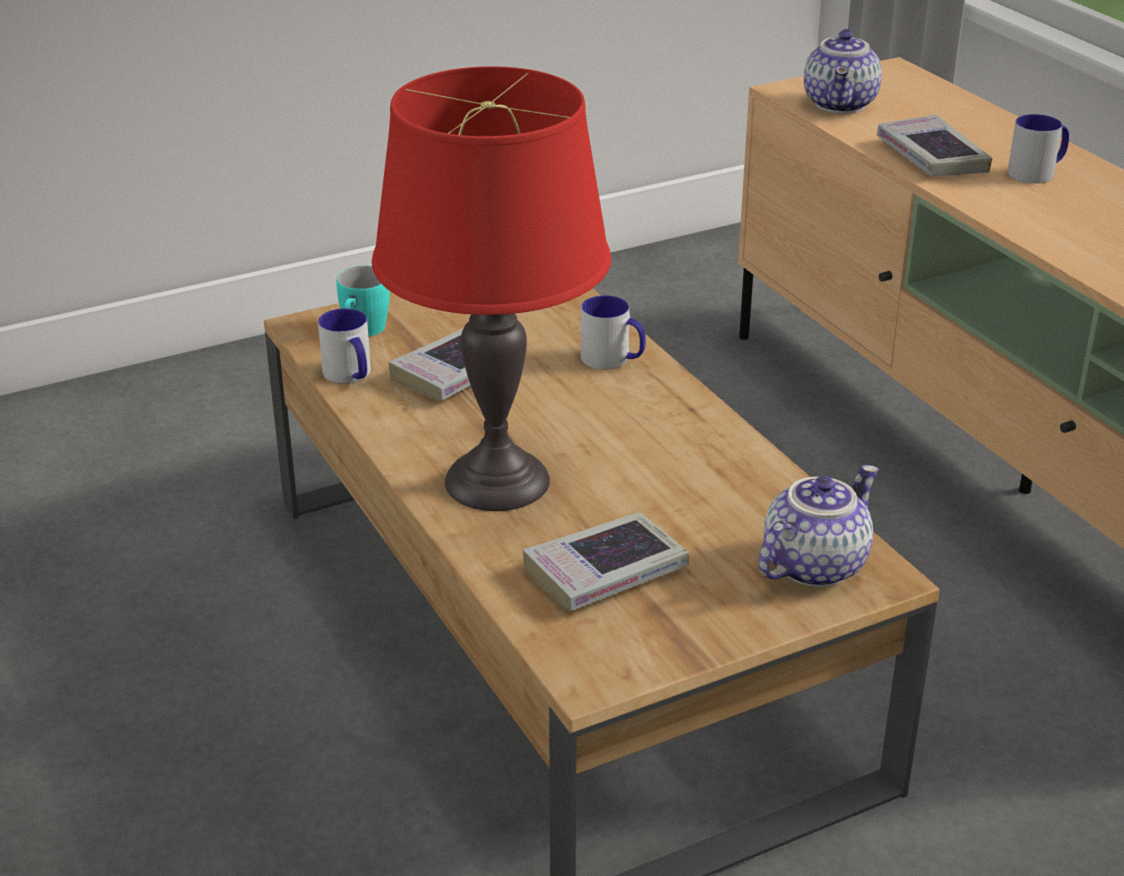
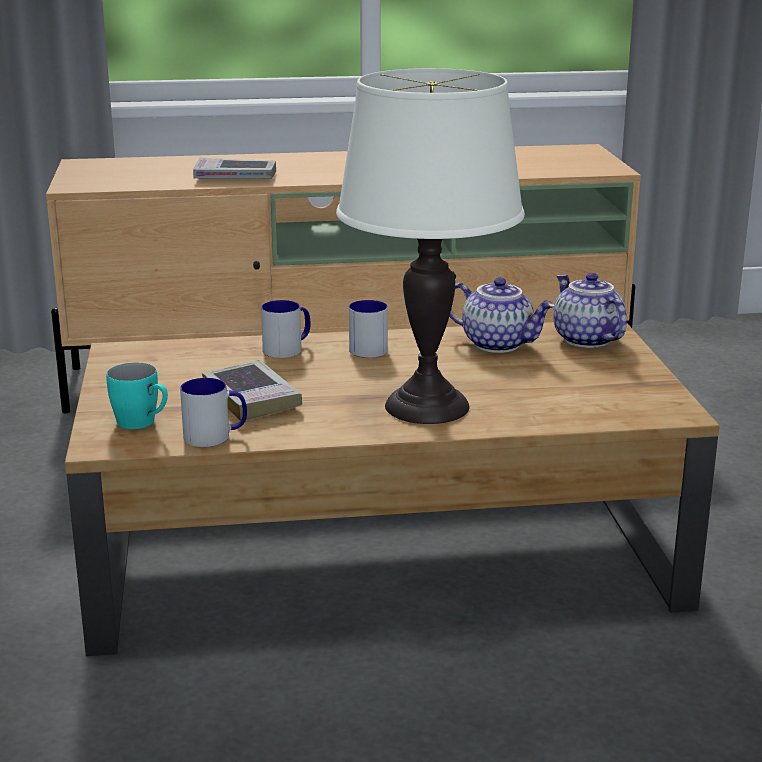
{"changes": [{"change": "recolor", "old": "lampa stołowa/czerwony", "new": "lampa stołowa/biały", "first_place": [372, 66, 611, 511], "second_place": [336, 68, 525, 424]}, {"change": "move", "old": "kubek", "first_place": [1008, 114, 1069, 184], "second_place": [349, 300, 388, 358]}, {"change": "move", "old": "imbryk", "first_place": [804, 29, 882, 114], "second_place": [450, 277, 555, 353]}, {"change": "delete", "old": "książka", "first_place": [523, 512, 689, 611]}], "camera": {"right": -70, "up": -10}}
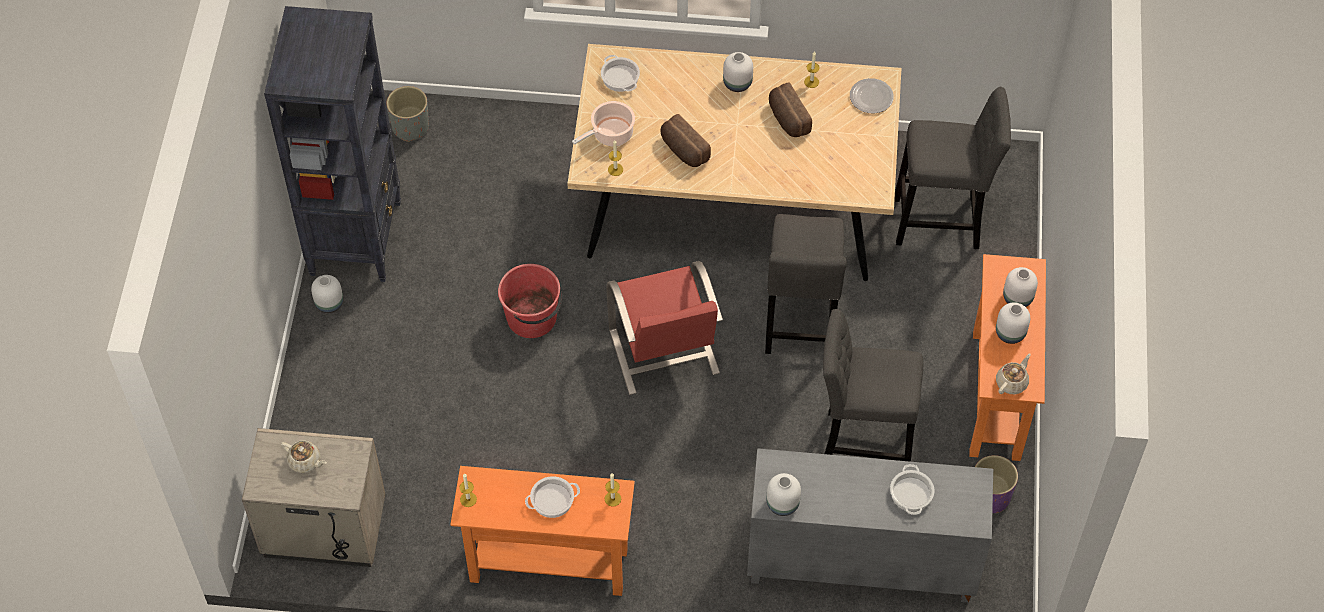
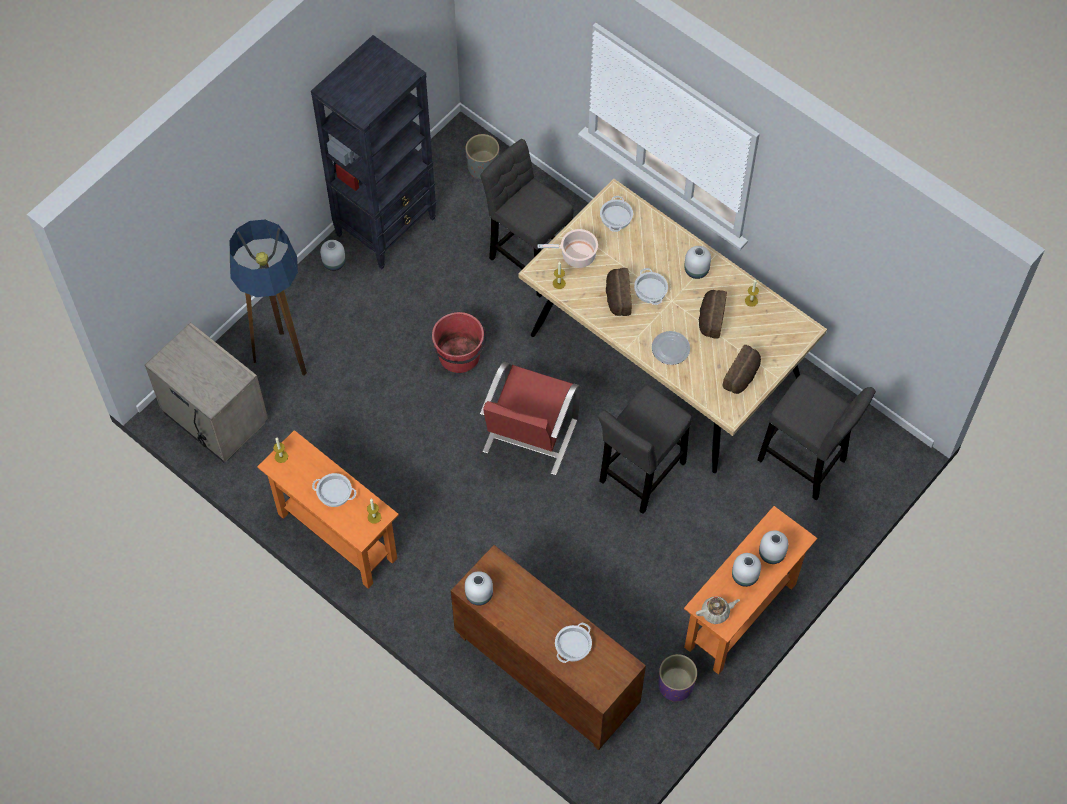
{"changes": [{"change": "insert", "new": "lampa stojąca", "second_place": [230, 220, 307, 376]}, {"change": "recolor", "old": "szafka/szary", "new": "szafka/brązowy", "first_place": [747, 448, 993, 603], "second_place": [451, 545, 646, 750]}, {"change": "move", "old": "stołek/szary", "first_place": [823, 309, 923, 462], "second_place": [480, 139, 573, 297]}, {"change": "insert", "new": "garnek", "second_place": [634, 268, 668, 305]}, {"change": "move", "old": "talerz", "first_place": [850, 78, 894, 114], "second_place": [652, 331, 690, 365]}, {"change": "insert", "new": "chleb", "second_place": [722, 345, 761, 394]}, {"change": "delete", "old": "imbryk/beżowy", "first_place": [281, 440, 327, 473]}], "camera": {"right": 35, "up": 5}}
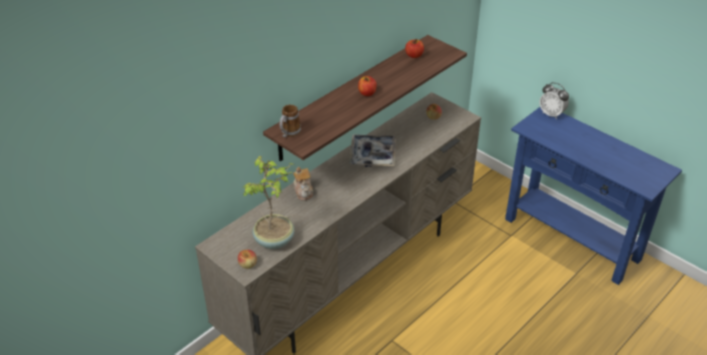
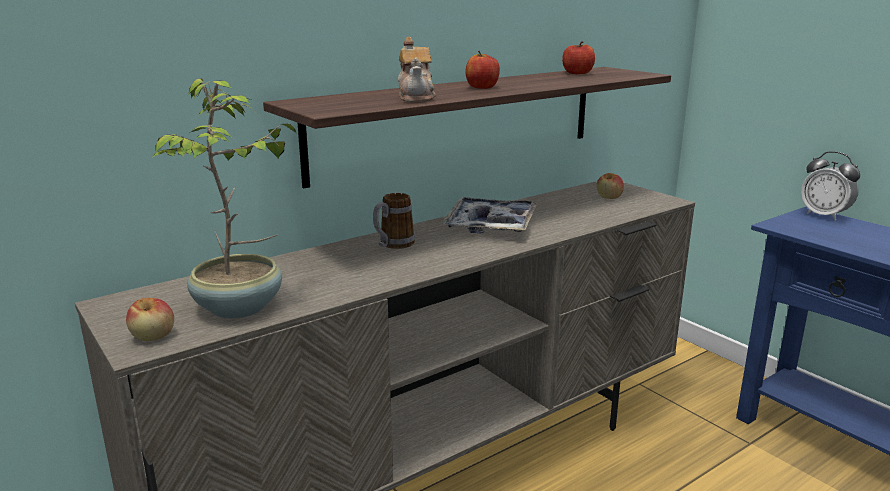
{"changes": [{"change": "move", "old": "kubek", "first_place": [280, 104, 301, 137], "second_place": [373, 193, 415, 249]}, {"change": "move", "old": "imbryk", "first_place": [293, 167, 313, 200], "second_place": [398, 37, 436, 102]}], "camera": {"right": 10, "up": -20}}
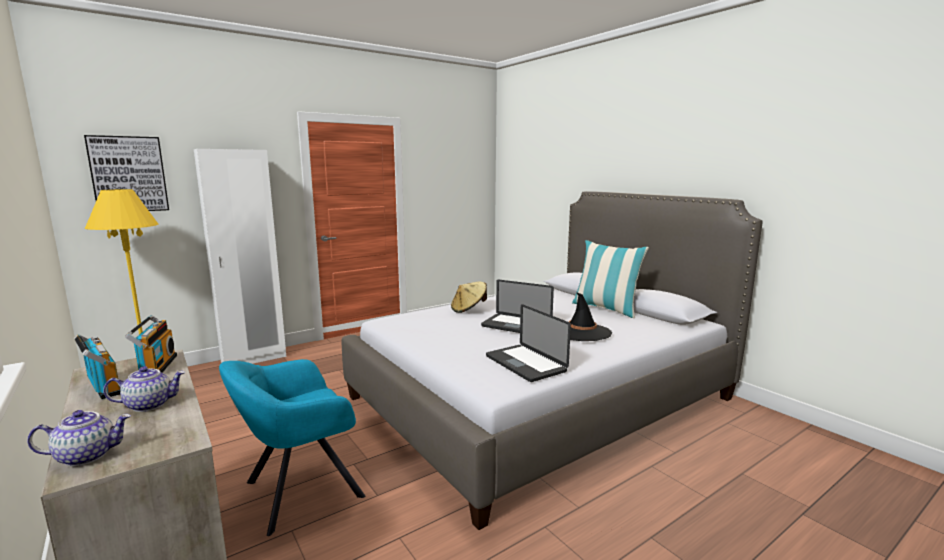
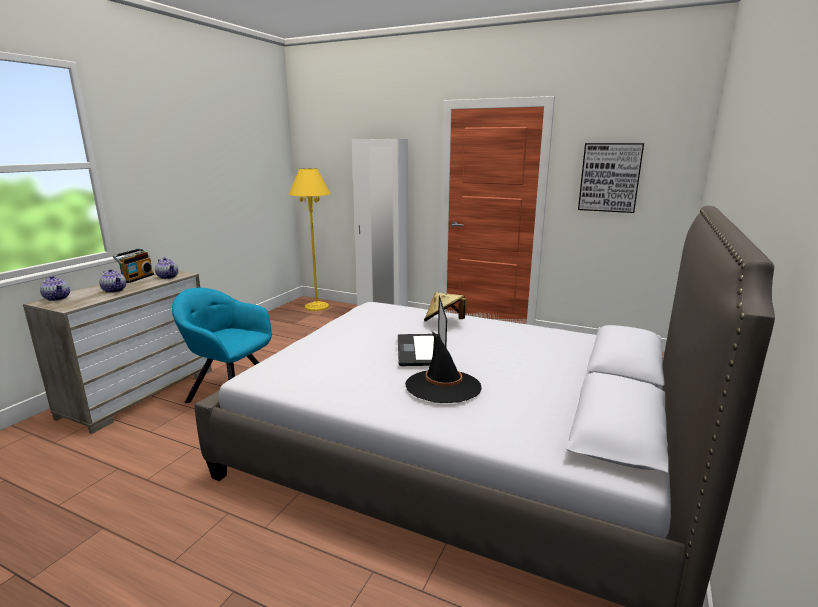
{"changes": [{"change": "replace", "old": "radio", "new": "imbryk", "first_place": [125, 315, 177, 373], "second_place": [155, 257, 178, 279]}, {"change": "move", "old": "obraz", "first_place": [84, 135, 169, 211], "second_place": [578, 143, 644, 213]}, {"change": "delete", "old": "laptop", "first_place": [486, 304, 571, 382]}, {"change": "delete", "old": "poduszka", "first_place": [572, 240, 649, 318]}], "camera": {"right": 60, "up": 5}}
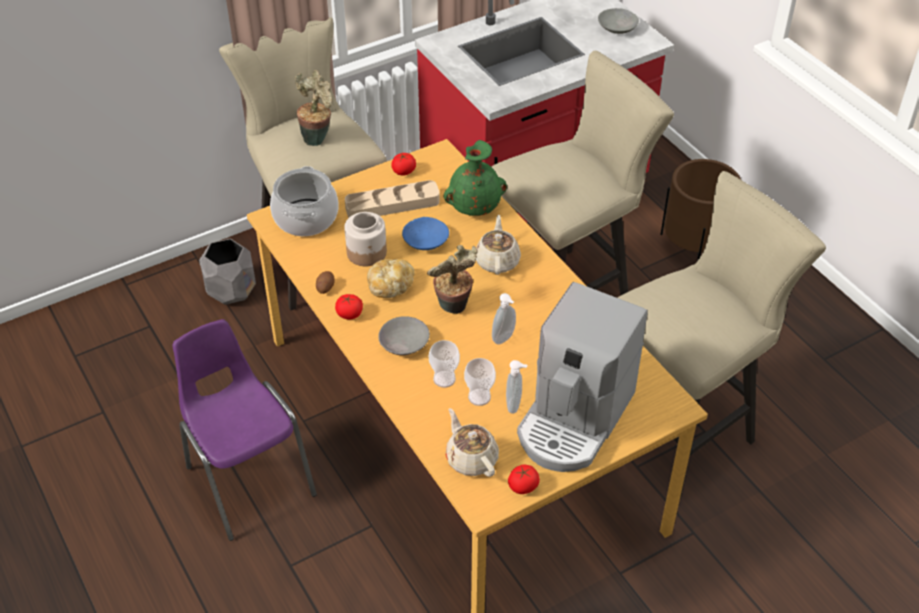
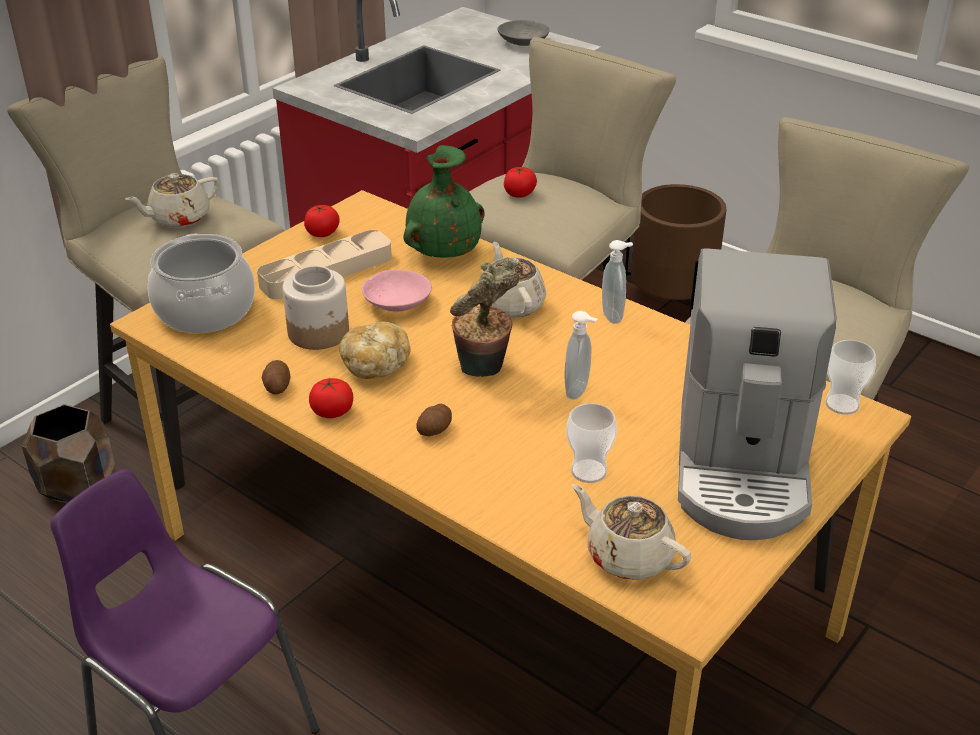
{"changes": [{"change": "recolor", "old": "donica/szary", "new": "donica/brązowy", "first_place": [199, 238, 256, 305], "second_place": [22, 404, 115, 503]}, {"change": "replace", "old": "roślina doniczkowa", "new": "imbryk/beżowy", "first_place": [295, 70, 333, 146], "second_place": [125, 173, 219, 228]}, {"change": "recolor", "old": "miska/niebieski", "new": "miska/różowy", "first_place": [402, 217, 449, 250], "second_place": [362, 270, 432, 311]}, {"change": "replace", "old": "miska/szary", "new": "ziemniak", "first_place": [378, 316, 430, 355], "second_place": [416, 404, 452, 436]}, {"change": "move", "old": "pomidor", "first_place": [508, 465, 540, 494], "second_place": [504, 167, 537, 198]}, {"change": "move", "old": "dozownik mydła", "first_place": [506, 360, 527, 414], "second_place": [602, 240, 633, 324]}, {"change": "move", "old": "filiżanka", "first_place": [429, 340, 460, 388], "second_place": [825, 340, 876, 415]}], "camera": {"right": -20, "up": -10}}
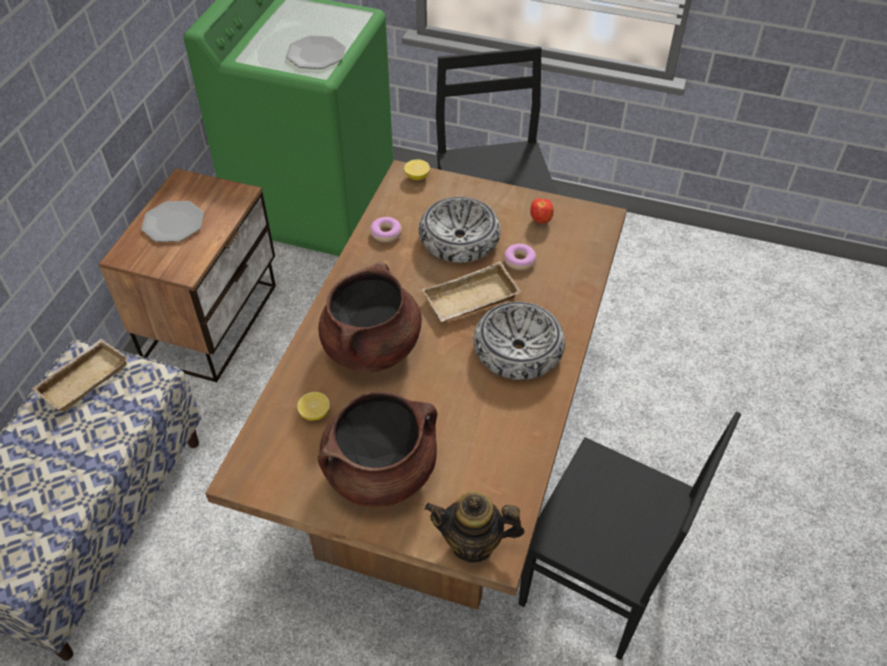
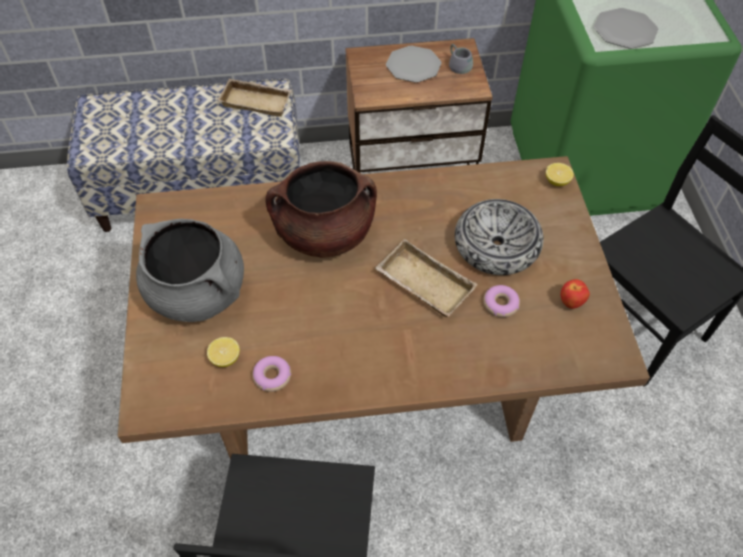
{"changes": [{"change": "recolor", "old": "garnek/brązowy", "new": "garnek/szary", "first_place": [318, 392, 438, 507], "second_place": [136, 219, 244, 322]}, {"change": "move", "old": "cytryna", "first_place": [297, 392, 330, 421], "second_place": [207, 337, 240, 367]}, {"change": "move", "old": "donut", "first_place": [370, 217, 402, 242], "second_place": [252, 356, 292, 392]}, {"change": "insert", "new": "kubek/szary", "second_place": [449, 44, 473, 74]}, {"change": "delete", "old": "imbryk", "first_place": [425, 491, 525, 563]}, {"change": "delete", "old": "miska", "first_place": [473, 302, 565, 380]}], "camera": {"right": 65, "up": 5}}
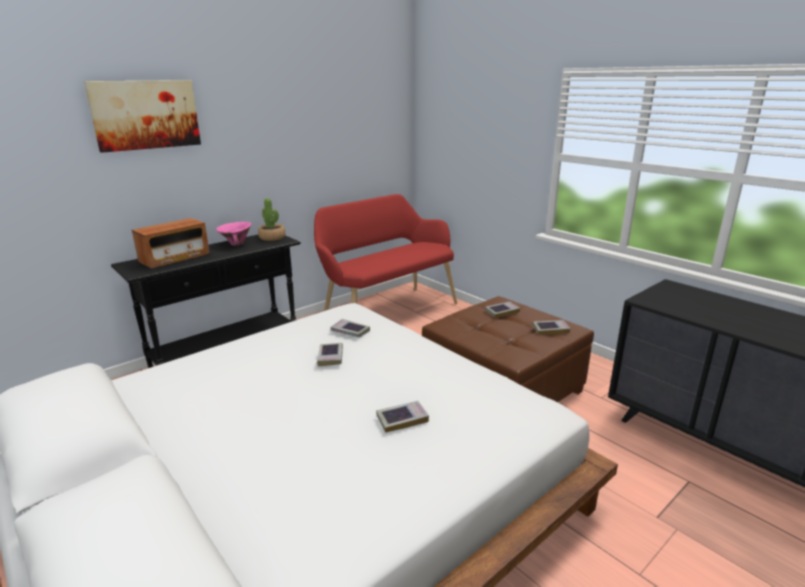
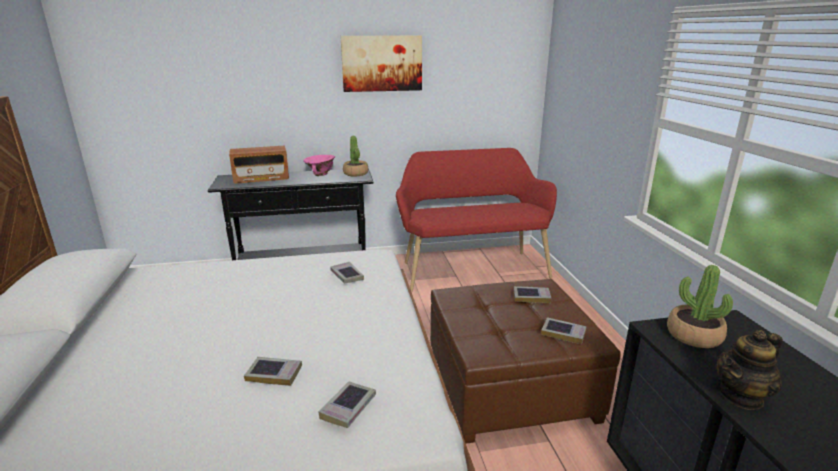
{"changes": [{"change": "move", "old": "książka", "first_place": [317, 343, 343, 366], "second_place": [318, 382, 376, 428]}, {"change": "move", "old": "obraz", "first_place": [84, 80, 201, 153], "second_place": [340, 36, 422, 92]}, {"change": "insert", "new": "roślina doniczkowa", "second_place": [667, 265, 733, 348]}, {"change": "insert", "new": "imbryk", "second_place": [717, 330, 783, 410]}], "camera": {"right": 30, "up": 0}}
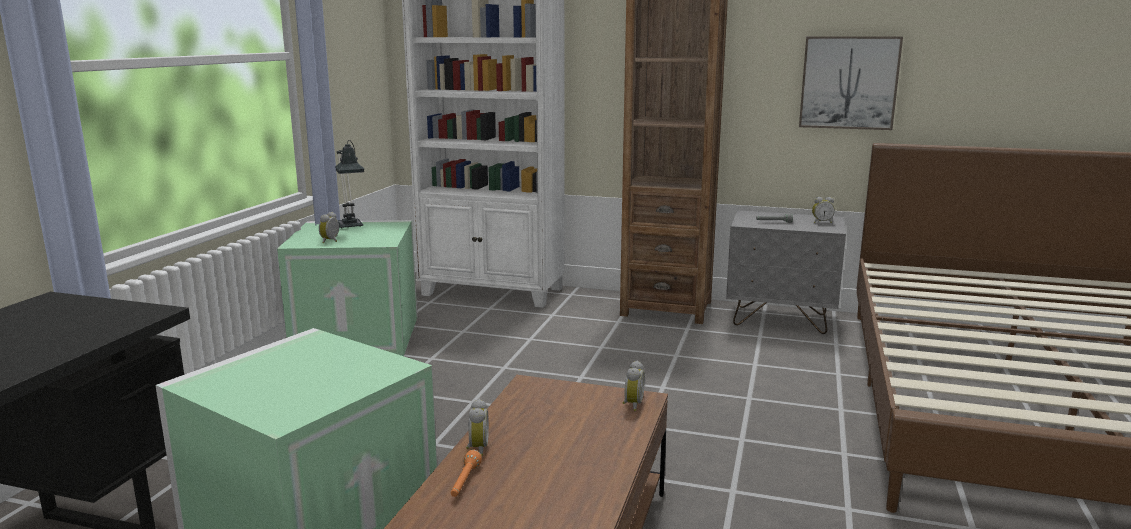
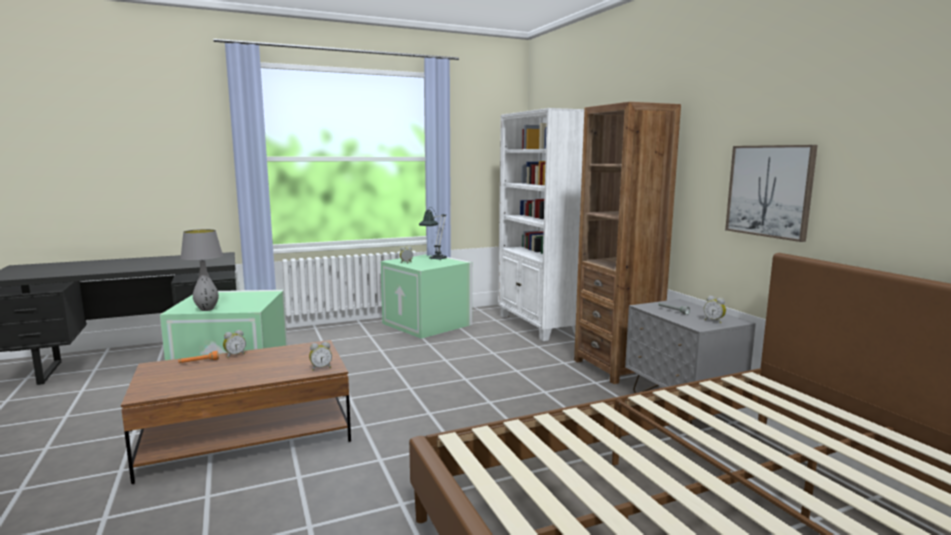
{"changes": [{"change": "insert", "new": "lampa stołowa/szary", "second_place": [180, 229, 223, 311]}], "camera": {"right": 50, "up": -5}}
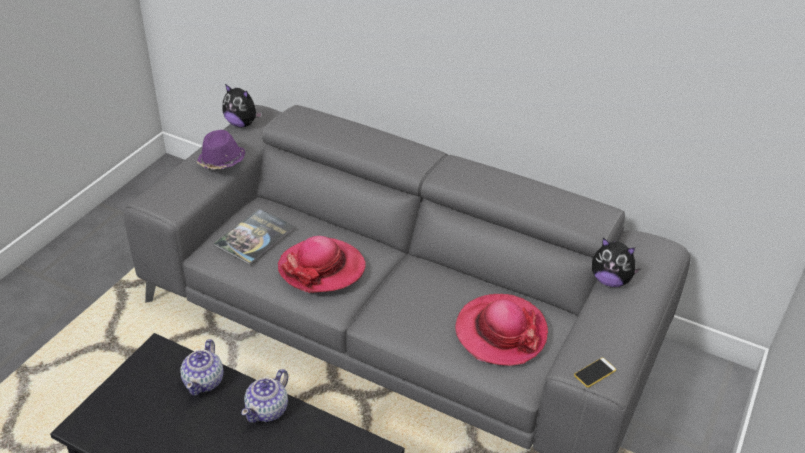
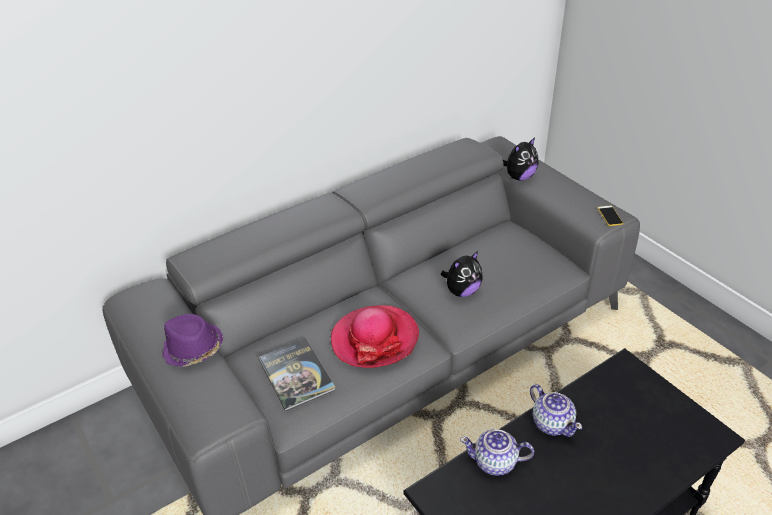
{"changes": [{"change": "move", "old": "pluszak", "first_place": [222, 84, 262, 127], "second_place": [441, 251, 483, 297]}, {"change": "rotate", "old": "imbryk", "first_place": [180, 339, 224, 396], "second_place": [460, 429, 534, 476], "degrees": 150}, {"change": "delete", "old": "kapelusz", "first_place": [455, 294, 548, 366]}], "camera": {"right": -60, "up": 0}}
